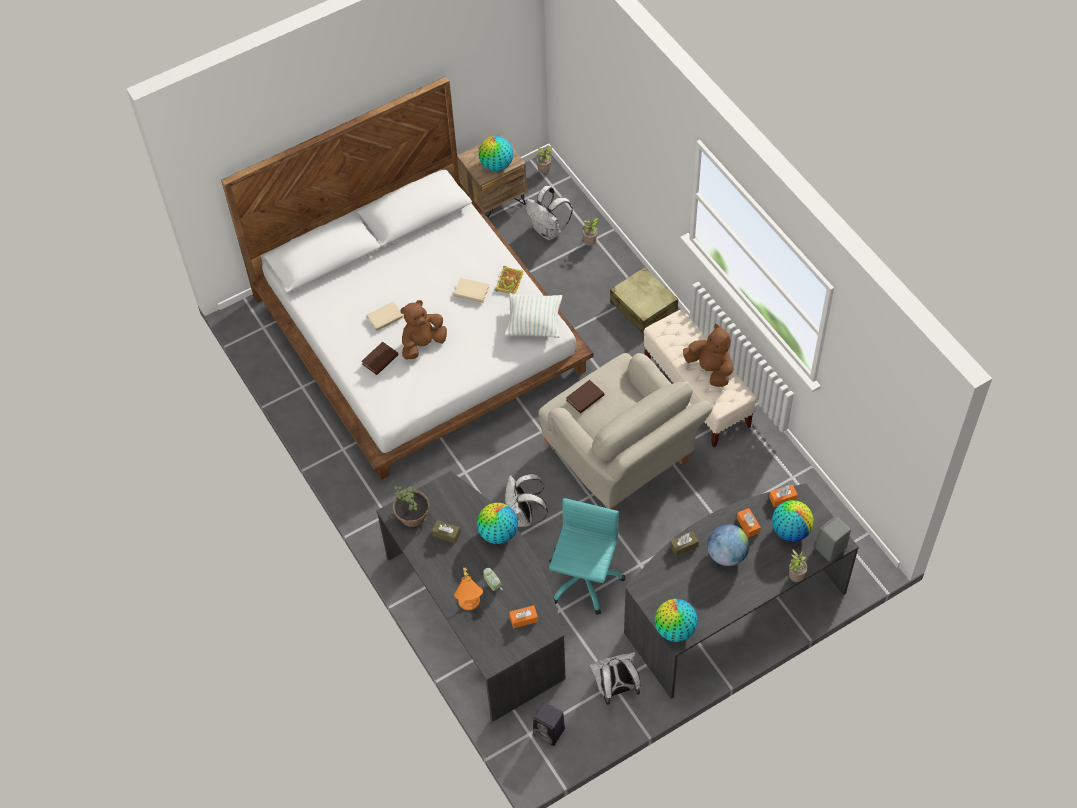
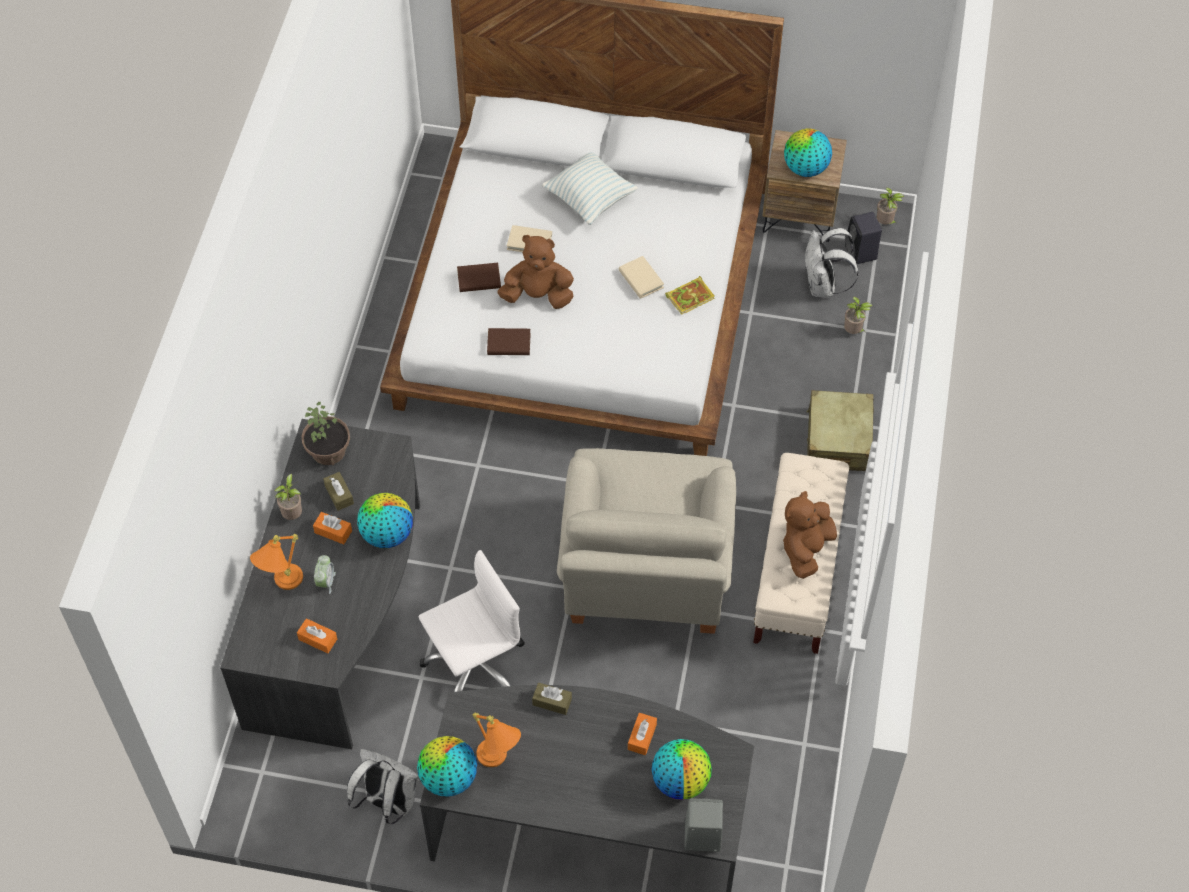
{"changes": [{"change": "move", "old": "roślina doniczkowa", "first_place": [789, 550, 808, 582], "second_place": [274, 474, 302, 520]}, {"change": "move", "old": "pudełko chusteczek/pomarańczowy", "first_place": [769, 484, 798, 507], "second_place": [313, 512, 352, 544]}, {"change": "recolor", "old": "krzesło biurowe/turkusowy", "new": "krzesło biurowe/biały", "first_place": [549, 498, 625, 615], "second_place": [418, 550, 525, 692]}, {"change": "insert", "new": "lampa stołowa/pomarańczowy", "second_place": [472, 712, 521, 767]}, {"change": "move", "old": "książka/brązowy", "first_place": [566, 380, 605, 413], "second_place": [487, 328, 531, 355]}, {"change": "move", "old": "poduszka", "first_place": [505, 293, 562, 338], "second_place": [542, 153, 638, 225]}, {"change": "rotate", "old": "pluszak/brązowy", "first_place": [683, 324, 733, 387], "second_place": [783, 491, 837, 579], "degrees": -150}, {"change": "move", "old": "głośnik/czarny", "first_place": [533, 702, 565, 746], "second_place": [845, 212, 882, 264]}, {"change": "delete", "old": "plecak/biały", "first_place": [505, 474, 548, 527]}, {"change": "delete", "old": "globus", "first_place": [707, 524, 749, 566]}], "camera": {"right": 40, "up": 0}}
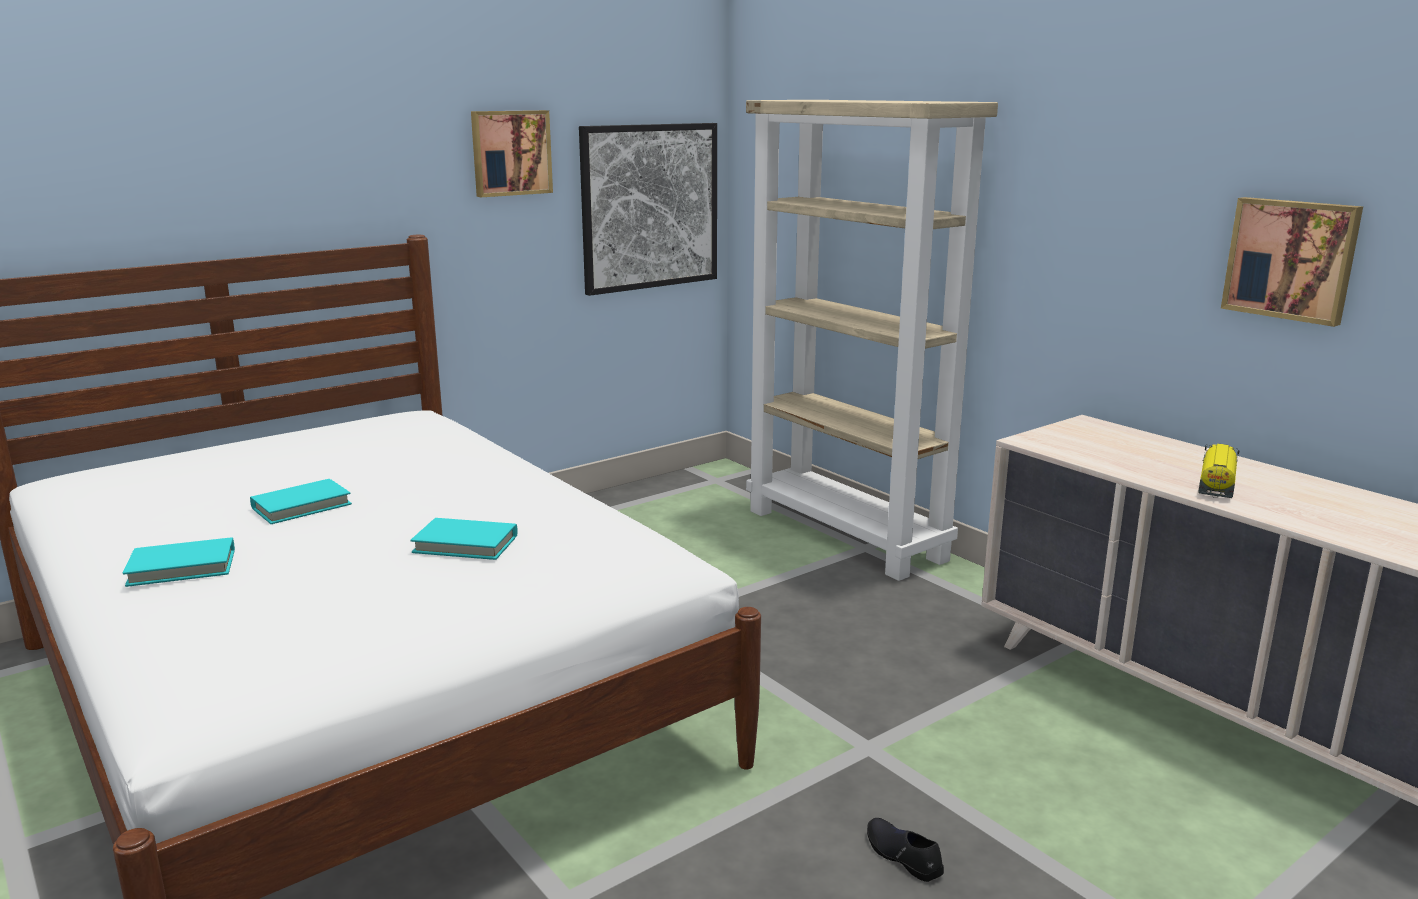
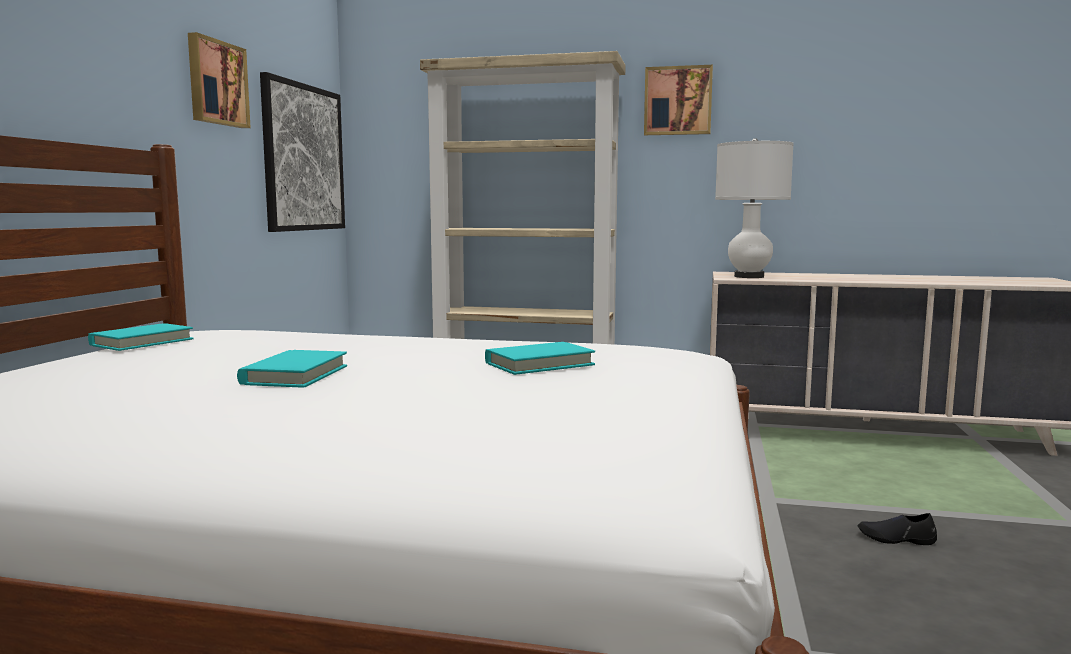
{"changes": [{"change": "move", "old": "książka/turkusowy", "first_place": [123, 537, 235, 587], "second_place": [88, 323, 194, 351]}, {"change": "move", "old": "obraz", "first_place": [1221, 197, 1363, 327], "second_place": [644, 65, 713, 135]}, {"change": "insert", "new": "lampa stołowa/biały", "second_place": [715, 138, 794, 278]}, {"change": "delete", "old": "ciężarówka zabawkowa", "first_place": [1198, 444, 1239, 498]}], "camera": {"right": -40, "up": -10}}
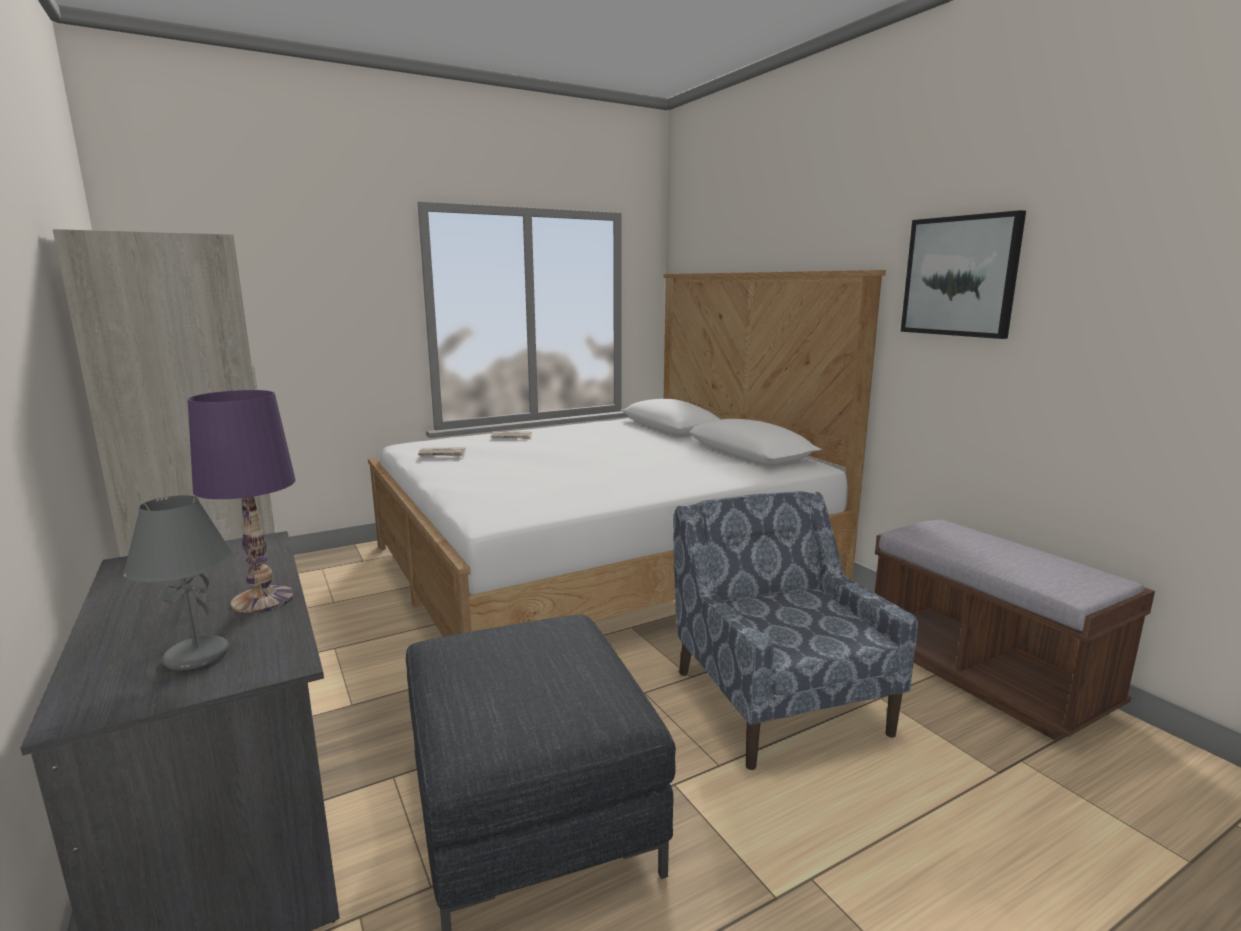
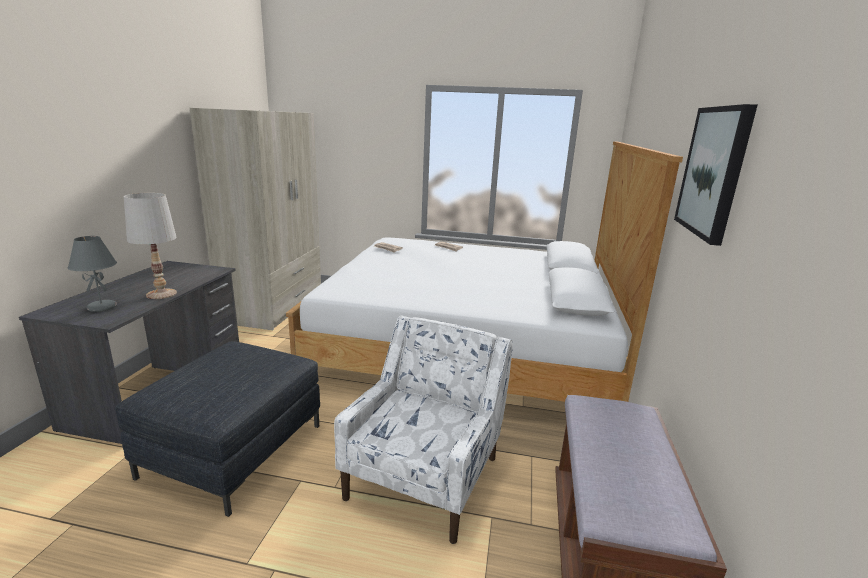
{"changes": [{"change": "recolor", "old": "lampa stołowa/fioletowy", "new": "lampa stołowa/biały", "first_place": [188, 390, 296, 613], "second_place": [124, 193, 177, 299]}, {"change": "recolor", "old": "fotel/niebieski", "new": "fotel/biały", "first_place": [673, 491, 918, 770], "second_place": [334, 315, 513, 544]}], "camera": {"right": 40, "up": 5}}
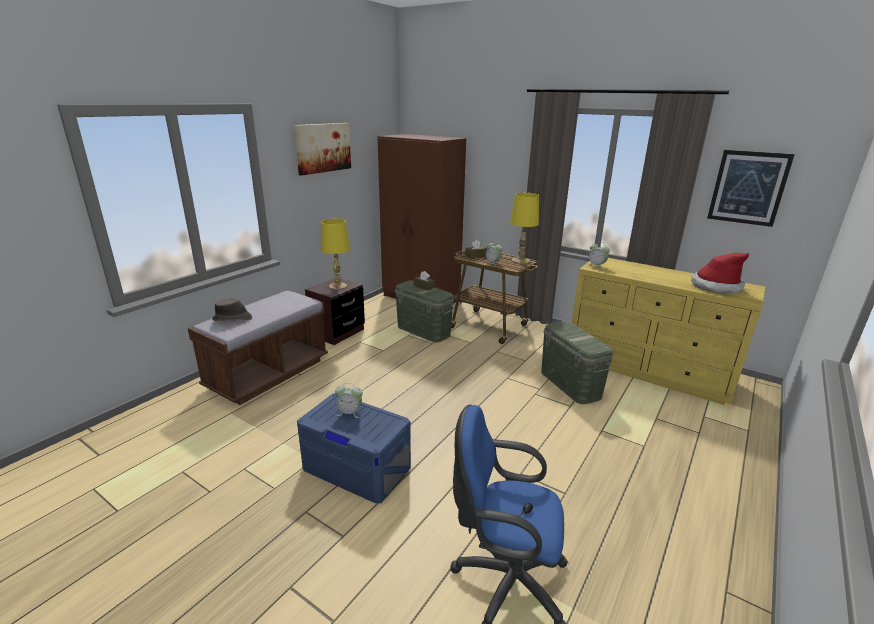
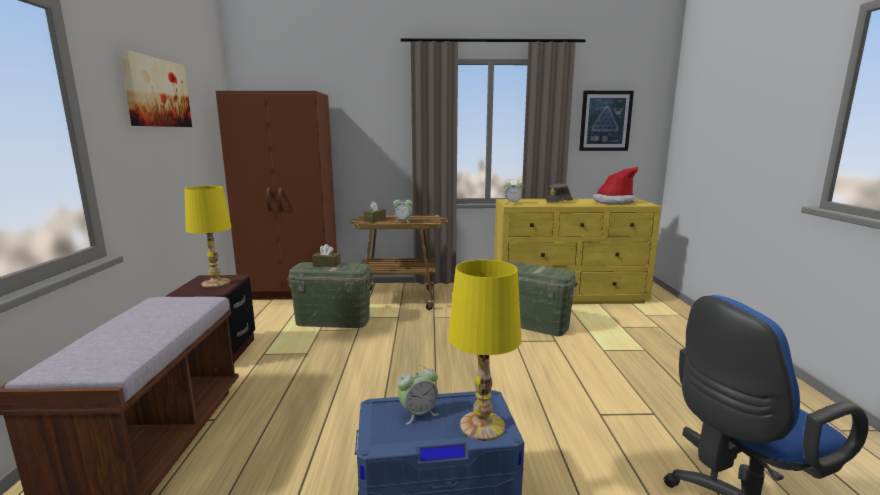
{"changes": [{"change": "move", "old": "lampa stołowa/żółty", "first_place": [510, 193, 539, 264], "second_place": [448, 260, 522, 441]}, {"change": "move", "old": "kapelusz/brązowy", "first_place": [212, 298, 252, 321], "second_place": [546, 183, 573, 203]}], "camera": {"right": -35, "up": -10}}
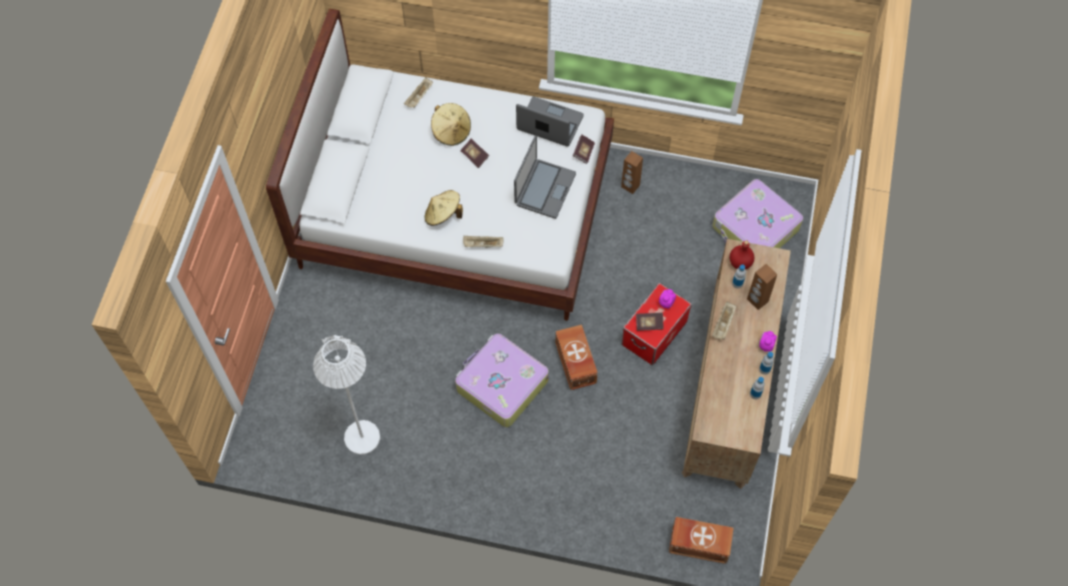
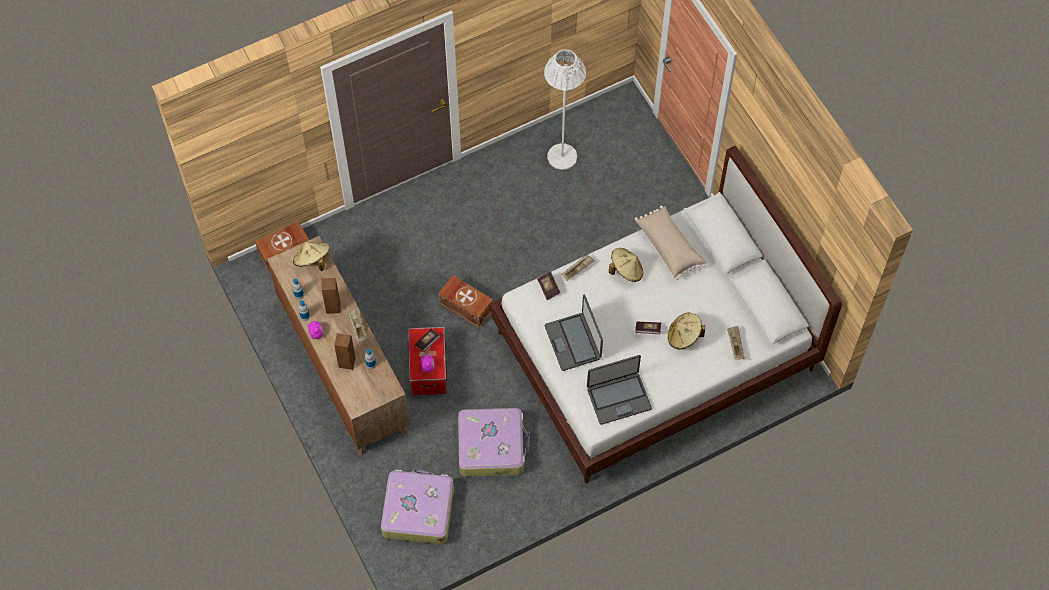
{"changes": [{"change": "insert", "new": "kapelusz/beżowy", "second_place": [293, 242, 330, 271]}, {"change": "move", "old": "głośnik/brązowy", "first_place": [621, 151, 643, 194], "second_place": [321, 278, 341, 314]}, {"change": "move", "old": "walizka", "first_place": [455, 334, 549, 427], "second_place": [458, 408, 530, 477]}, {"change": "move", "old": "książka", "first_place": [573, 135, 595, 164], "second_place": [537, 272, 560, 300]}, {"change": "insert", "new": "poduszka/beżowy", "second_place": [635, 205, 706, 280]}, {"change": "delete", "old": "butelka/czerwony", "first_place": [730, 240, 754, 269]}], "camera": {"right": 140, "up": 0}}
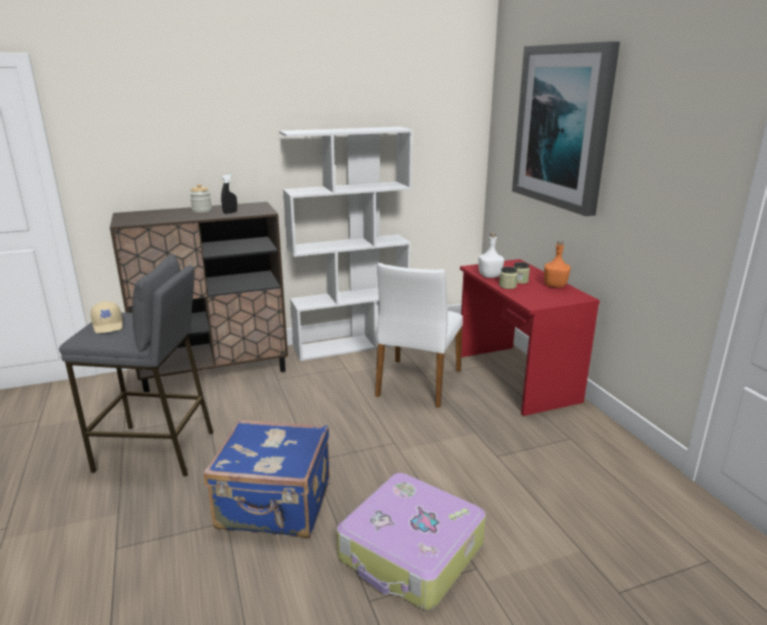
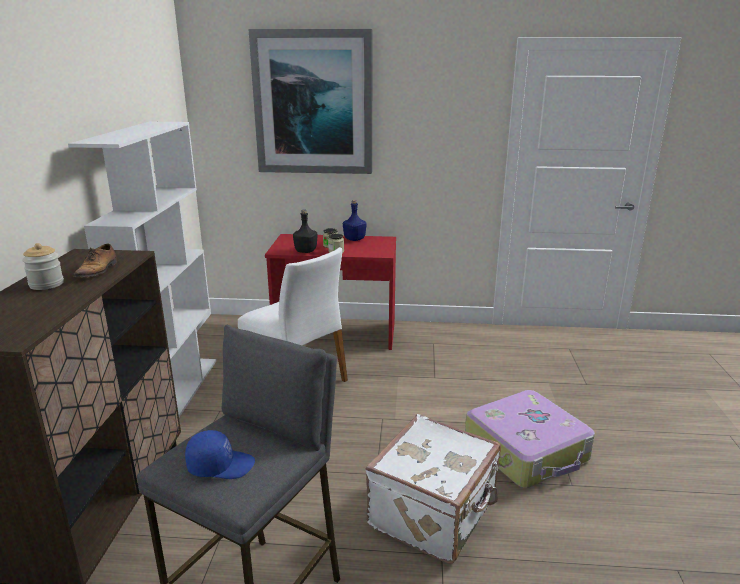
{"changes": [{"change": "replace", "old": "spryskiwacz/czarny", "new": "but", "first_place": [221, 174, 237, 214], "second_place": [74, 244, 117, 278]}, {"change": "recolor", "old": "czapka z daszkiem/beżowy", "new": "czapka z daszkiem/niebieski", "first_place": [91, 301, 123, 333], "second_place": [185, 430, 255, 479]}, {"change": "recolor", "old": "butelka/biały", "new": "butelka/czarny", "first_place": [478, 233, 504, 278], "second_place": [293, 210, 317, 253]}, {"change": "recolor", "old": "butelka/pomarańczowy", "new": "butelka/niebieski", "first_place": [544, 241, 571, 288], "second_place": [343, 200, 367, 241]}, {"change": "recolor", "old": "walizka/niebieski", "new": "walizka/biały", "first_place": [204, 419, 330, 538], "second_place": [365, 414, 501, 563]}], "camera": {"right": -65, "up": 0}}
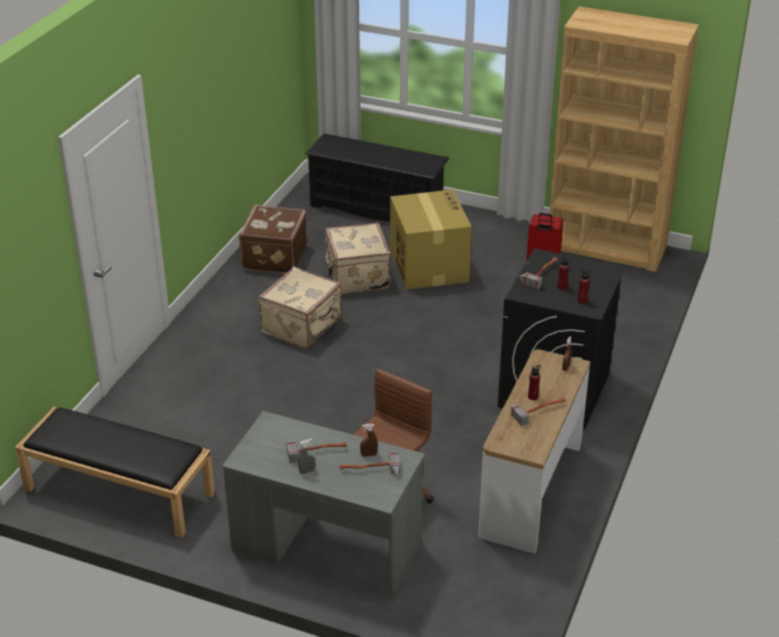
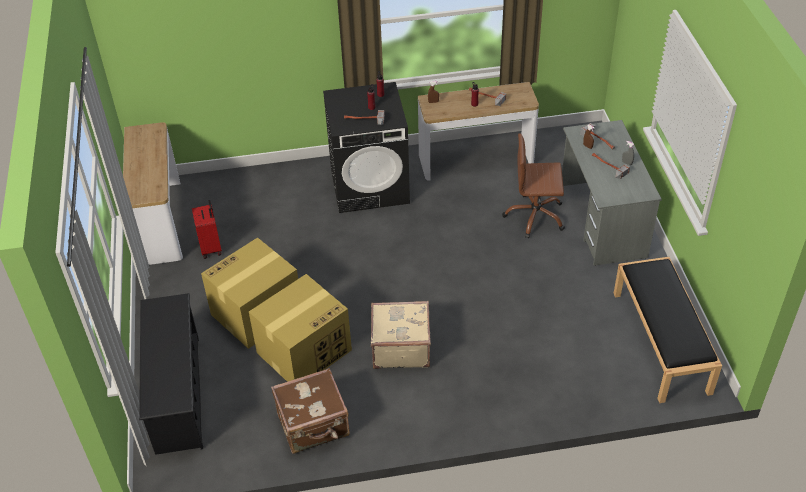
{"changes": [{"change": "replace", "old": "regał/brązowy", "new": "stolik konsolowy", "first_place": [549, 7, 699, 272], "second_place": [123, 122, 183, 265]}, {"change": "replace", "old": "walizka/beżowy", "new": "karton", "first_place": [324, 223, 391, 294], "second_place": [249, 274, 352, 382]}], "camera": {"right": -120, "up": 10}}
